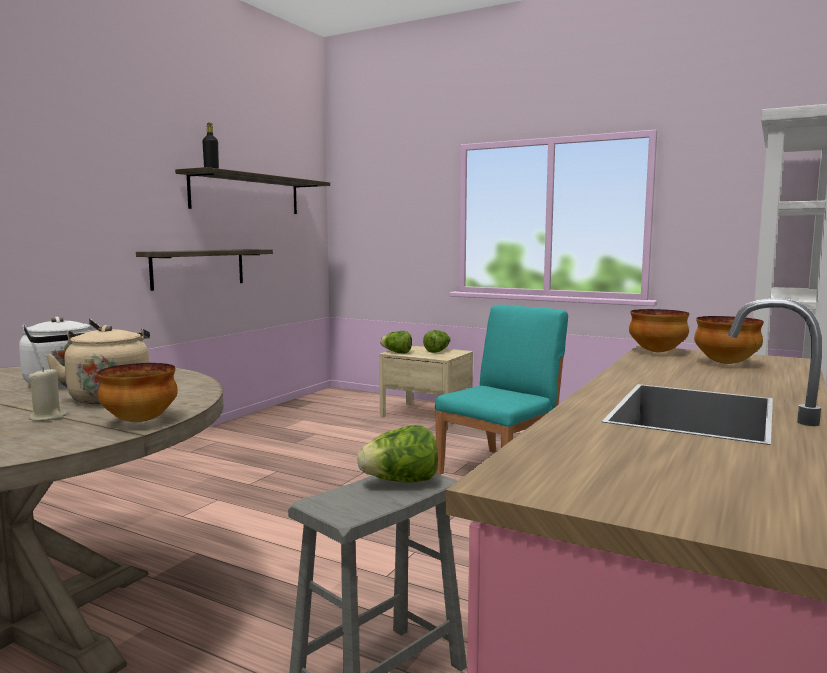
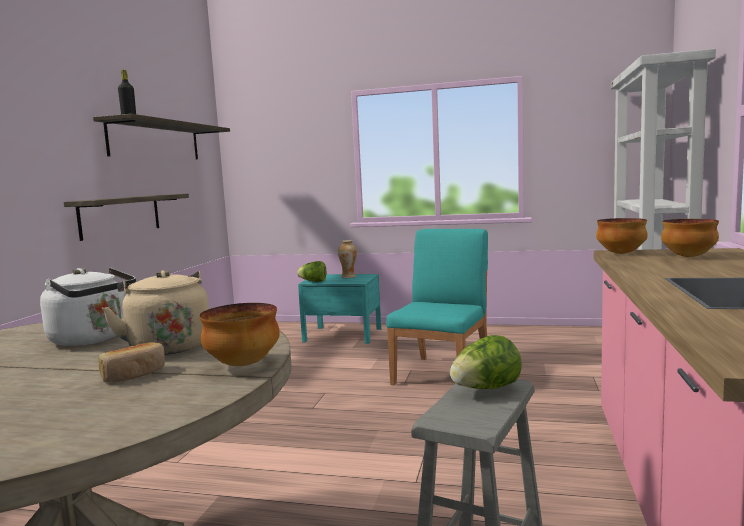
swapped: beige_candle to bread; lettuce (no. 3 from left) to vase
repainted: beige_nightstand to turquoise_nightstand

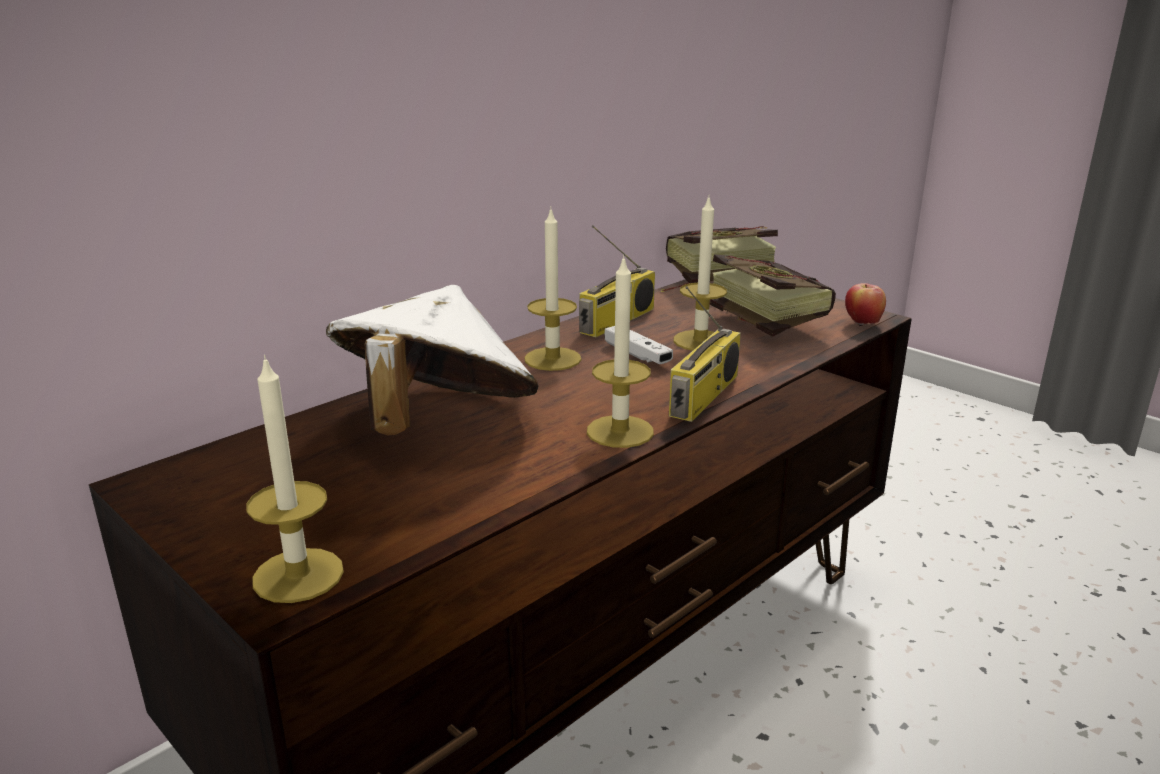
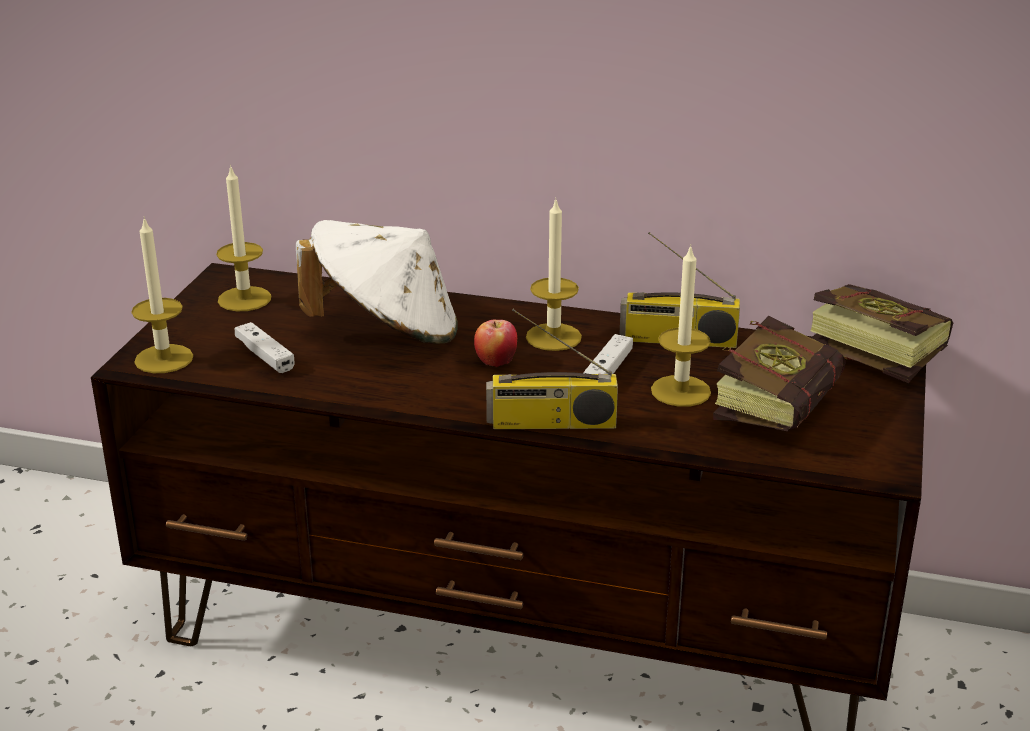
new: white_game_controller (no. 1 from left)
shifted: candle (no. 3 from left in the first image) to candle (no. 2 from left); apple

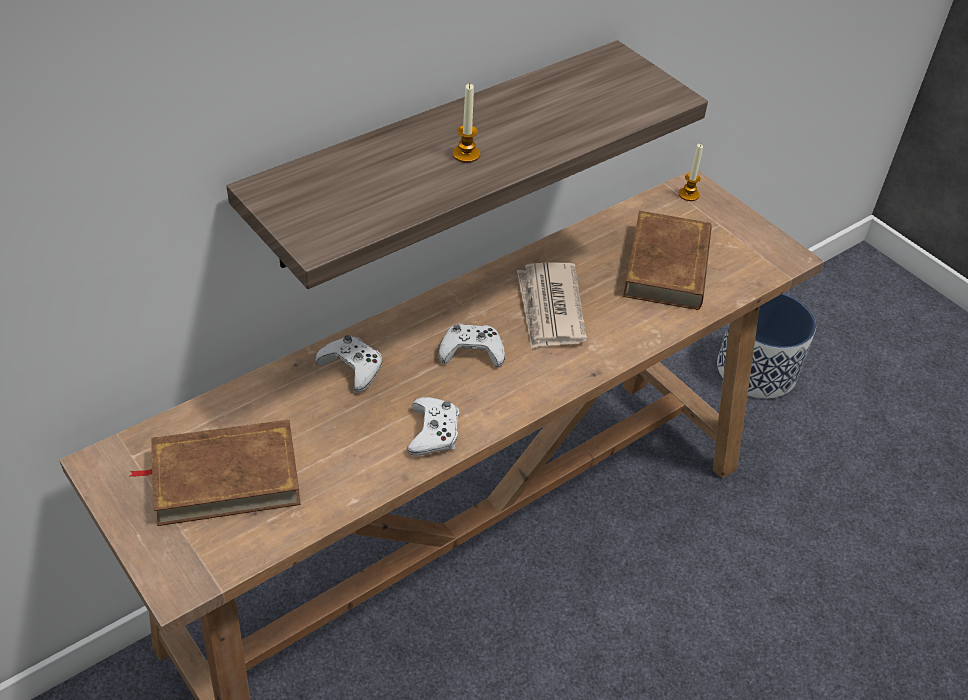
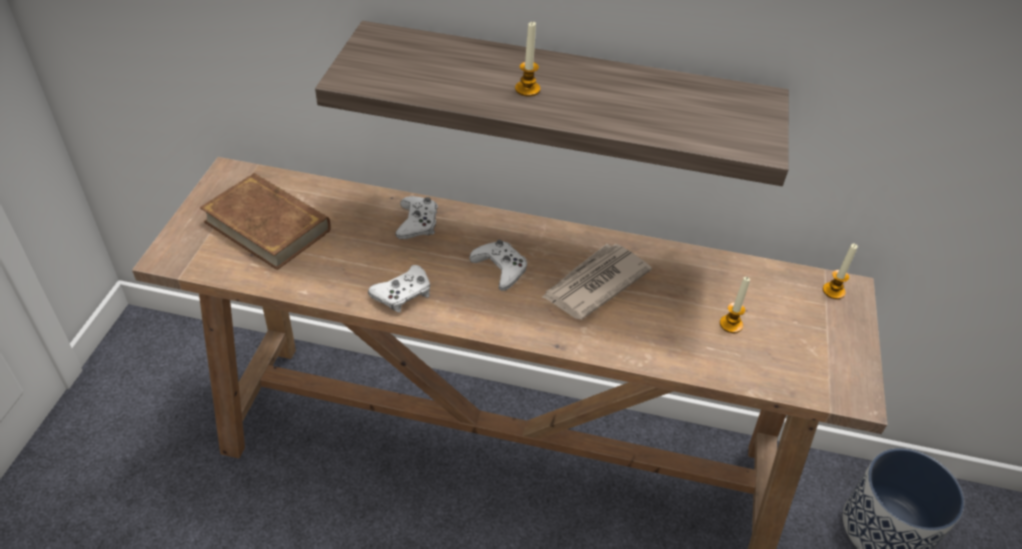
swapped: brown_book (no. 2 from left) to candle (no. 2 from left)

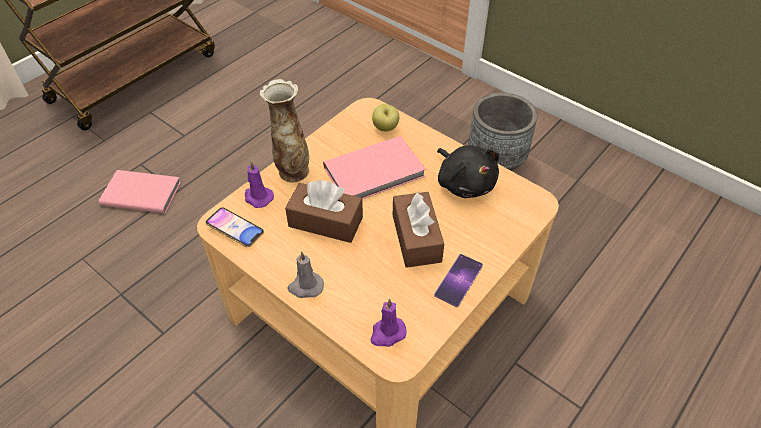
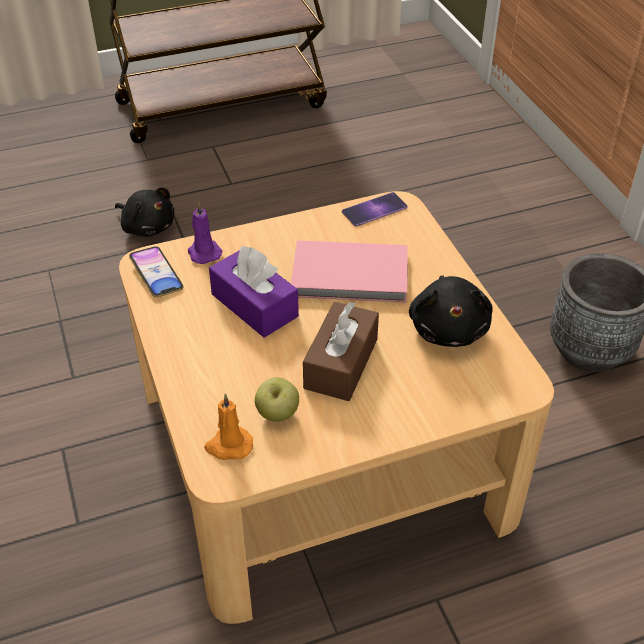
gone: vase; grey_candle
shifted: apple; phone (no. 2 from left)
swapped: pink_book (no. 1 from left) to black_plush_toy (no. 1 from left)
repainted: purple_candle (no. 2 from left) to orange_candle; brown_tissue_box (no. 1 from left) to purple_tissue_box

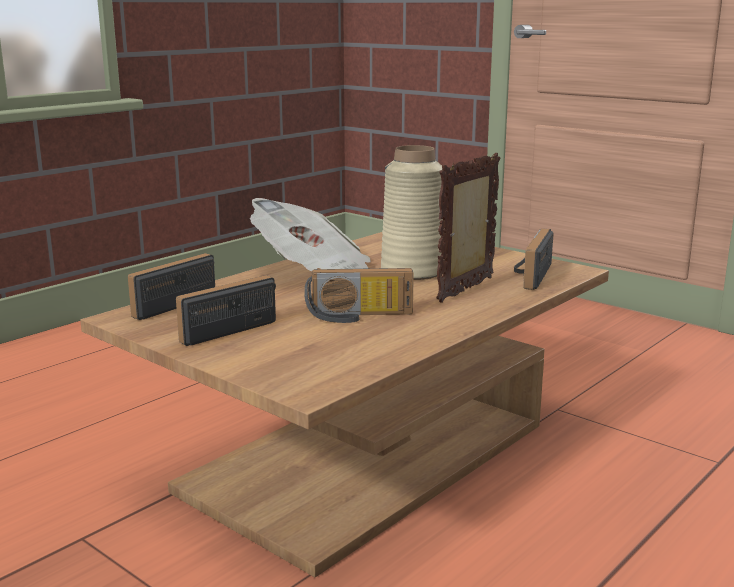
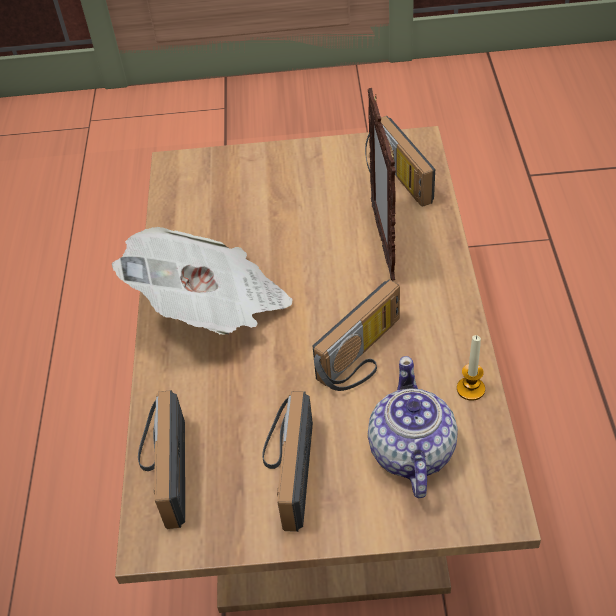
gone: beige_vase
new: teapot; candle

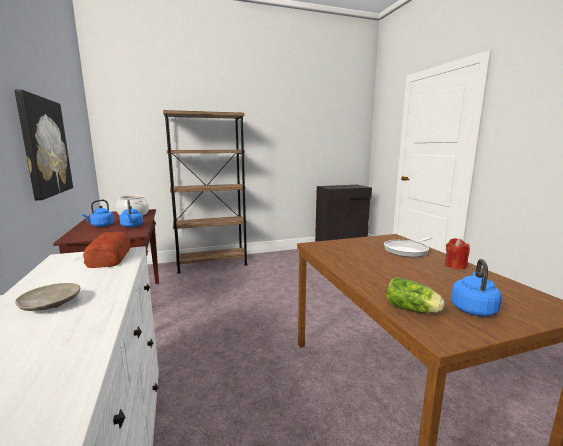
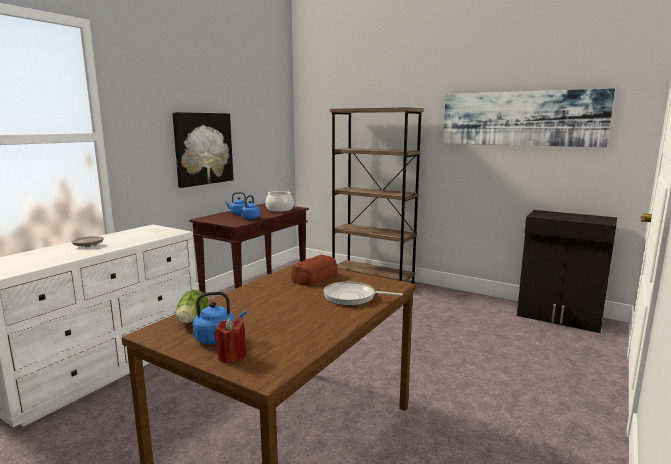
new: picture (no. 2 from left)
shifted: red_candle; bread

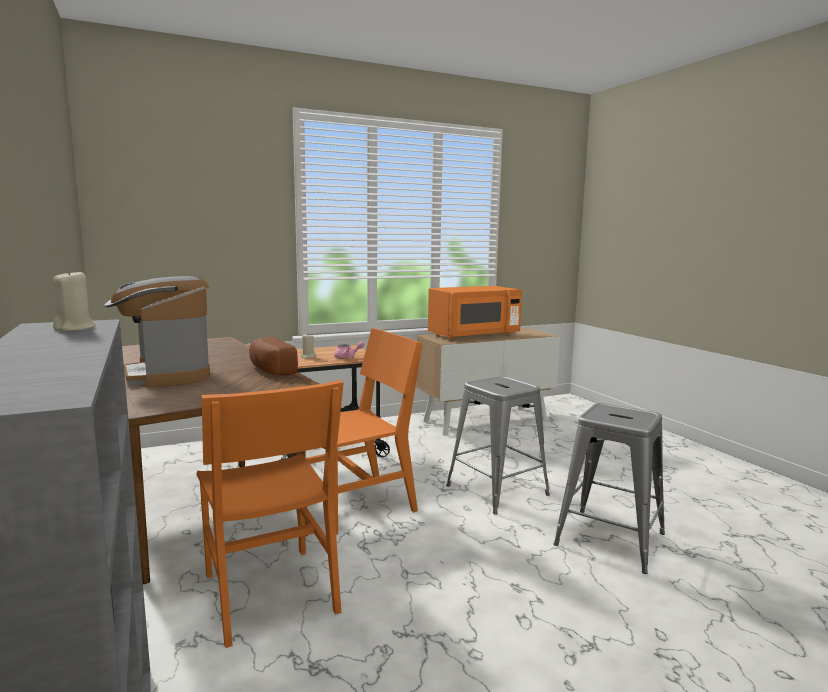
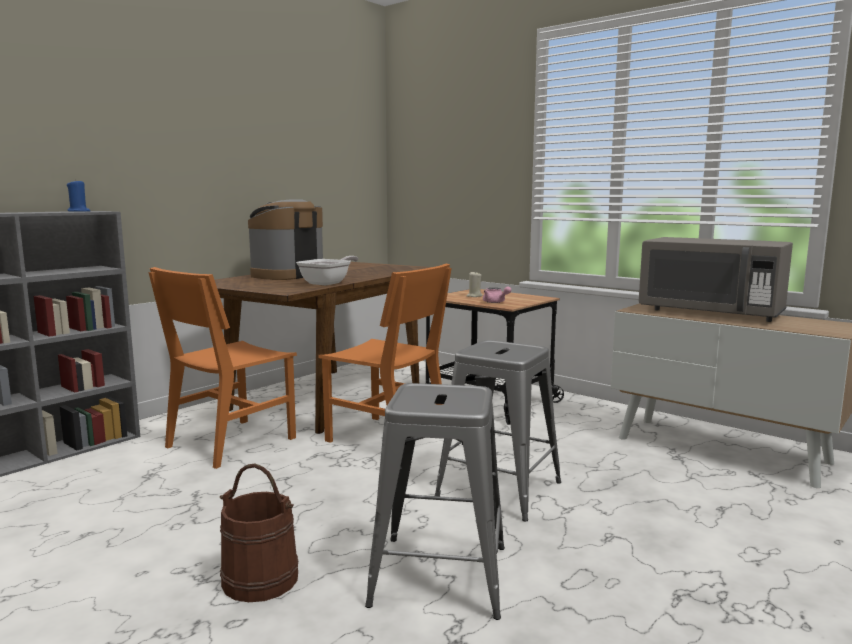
new: brown_bucket
swapped: bread to frying_pan
repainted: beige_candle (no. 1 from left) to blue_candle; orange_microwave to grey_microwave

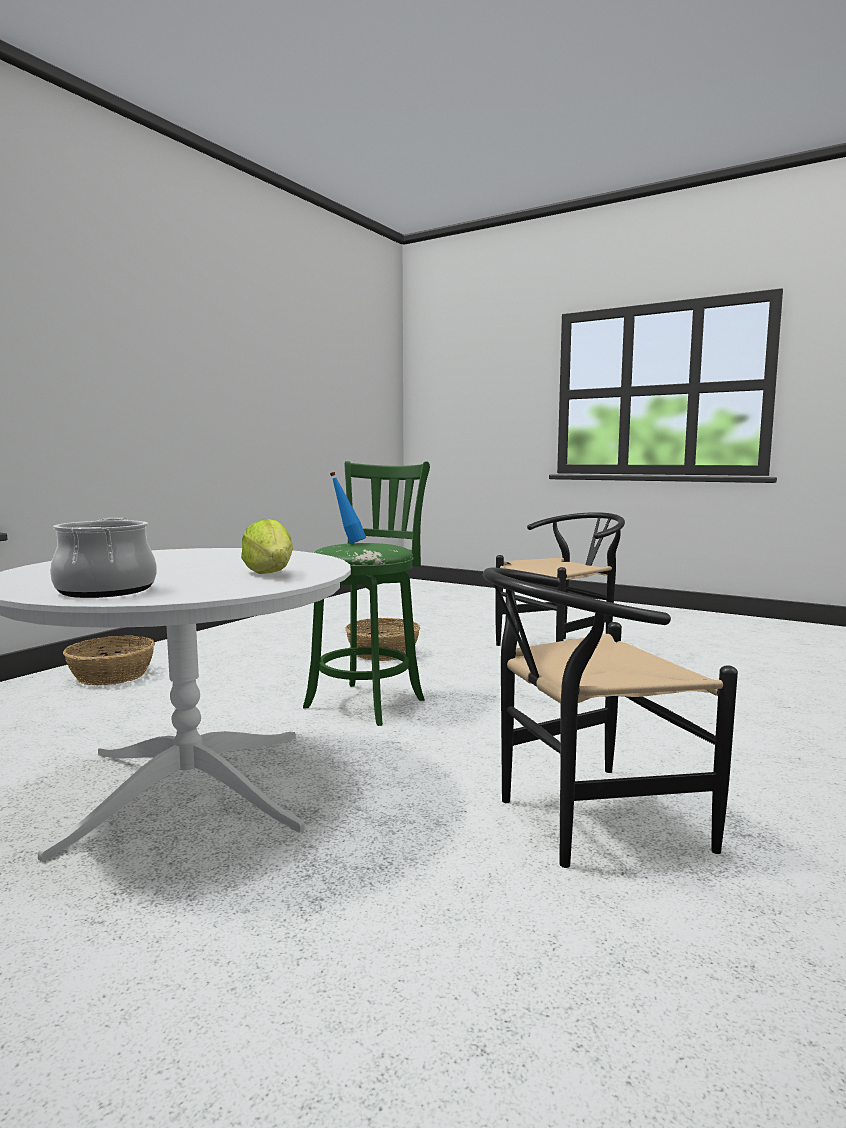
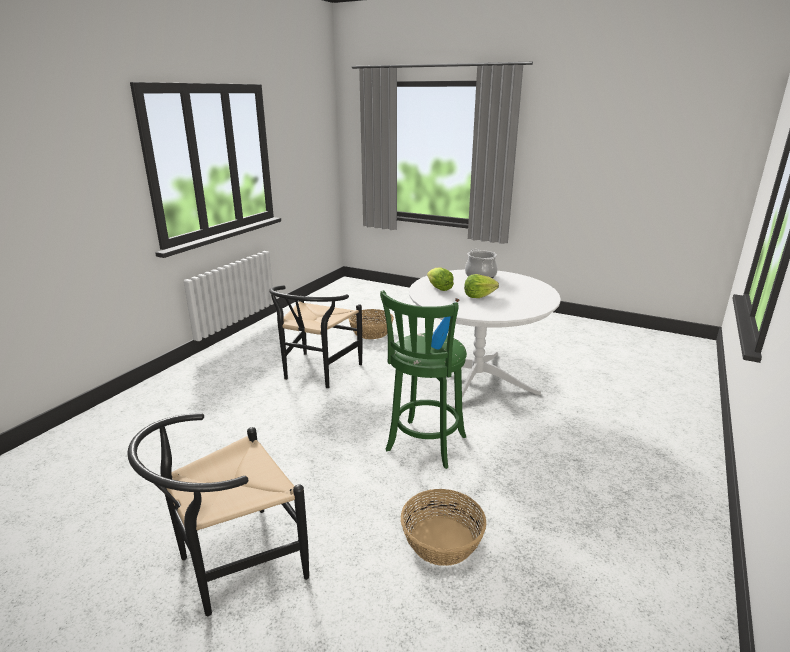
new: lettuce (no. 2 from left)
shifted: basket (no. 1 from left)
rotated: black_chair (no. 2 from left) 135 degrees clockwise

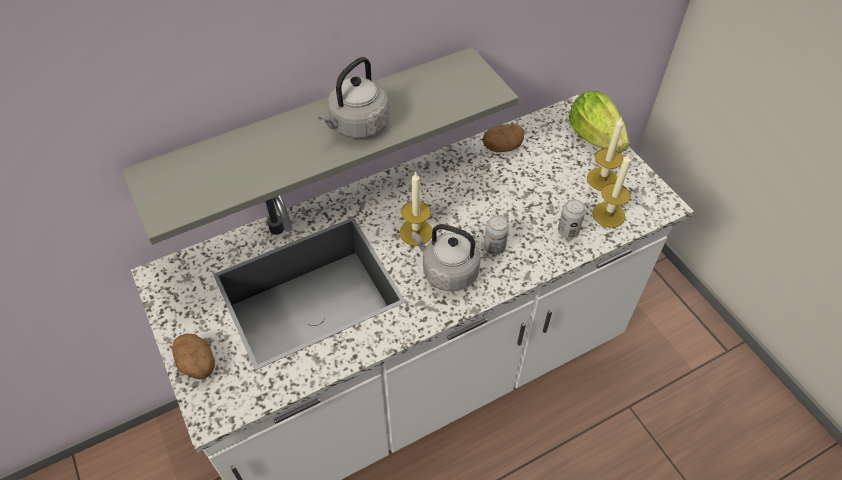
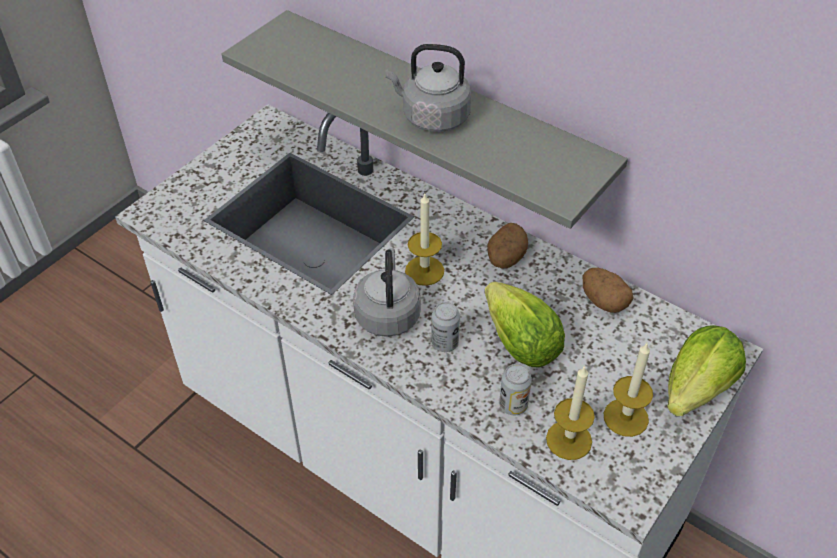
new: lettuce (no. 1 from left)
shifted: potato (no. 1 from left)

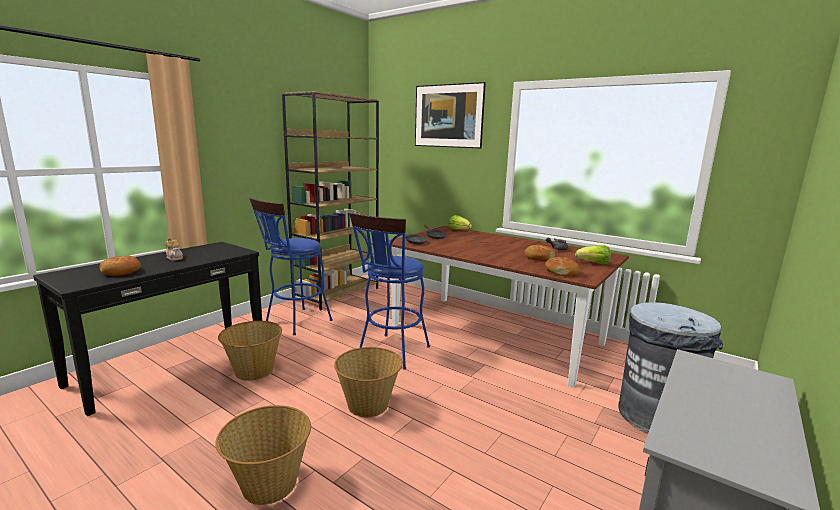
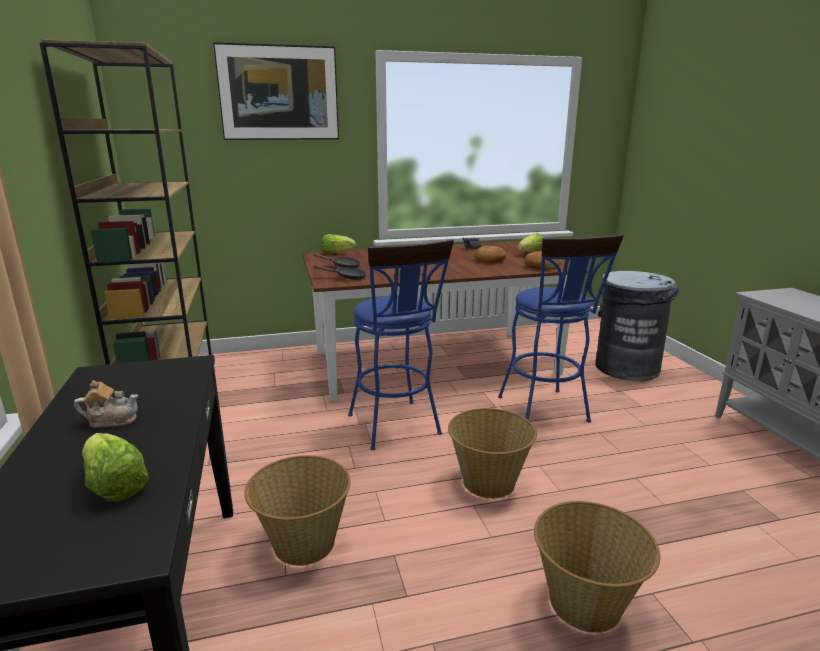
shifted: blue_stool (no. 1 from left in the first image) to blue_stool (no. 2 from left)
swapped: bread (no. 1 from left) to lettuce (no. 1 from left)

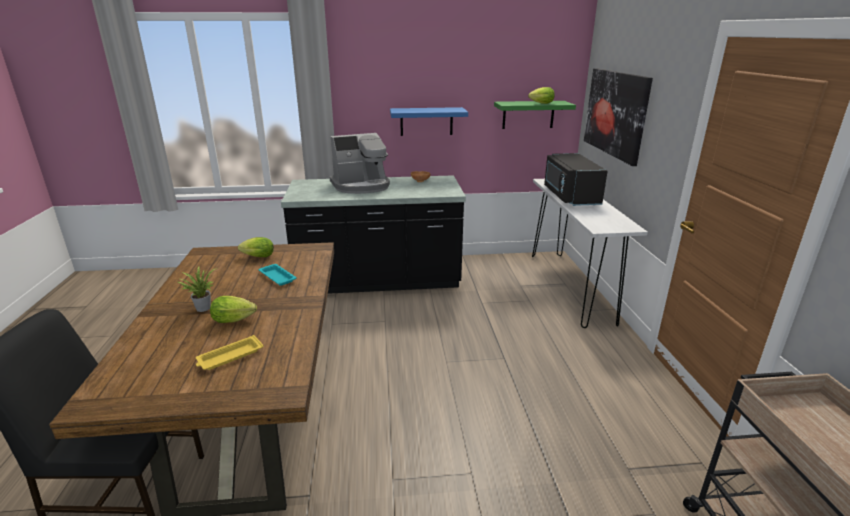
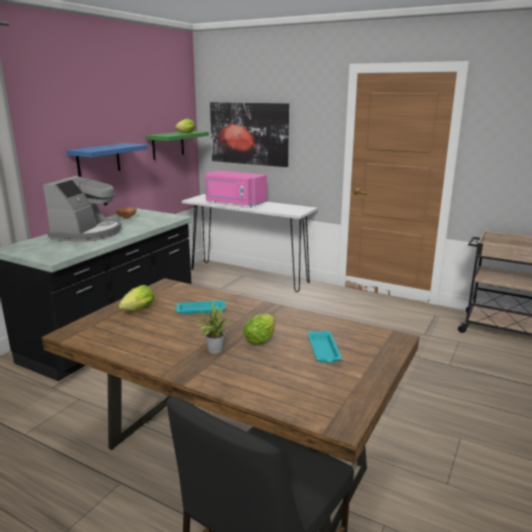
repainted: black_microwave to pink_microwave; yellow_tray to turquoise_tray (no. 2 from left)

